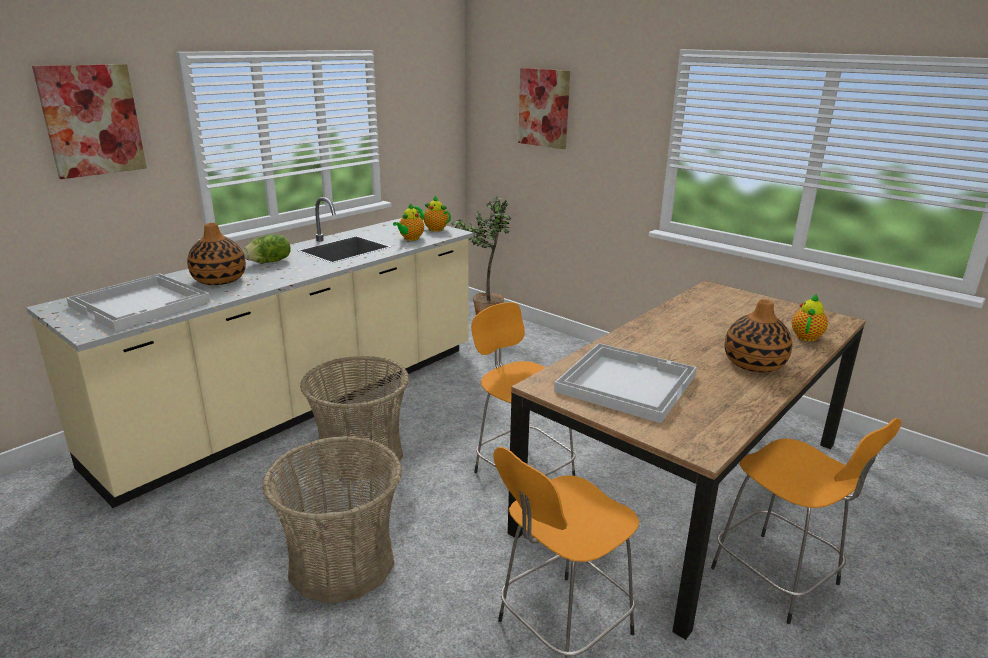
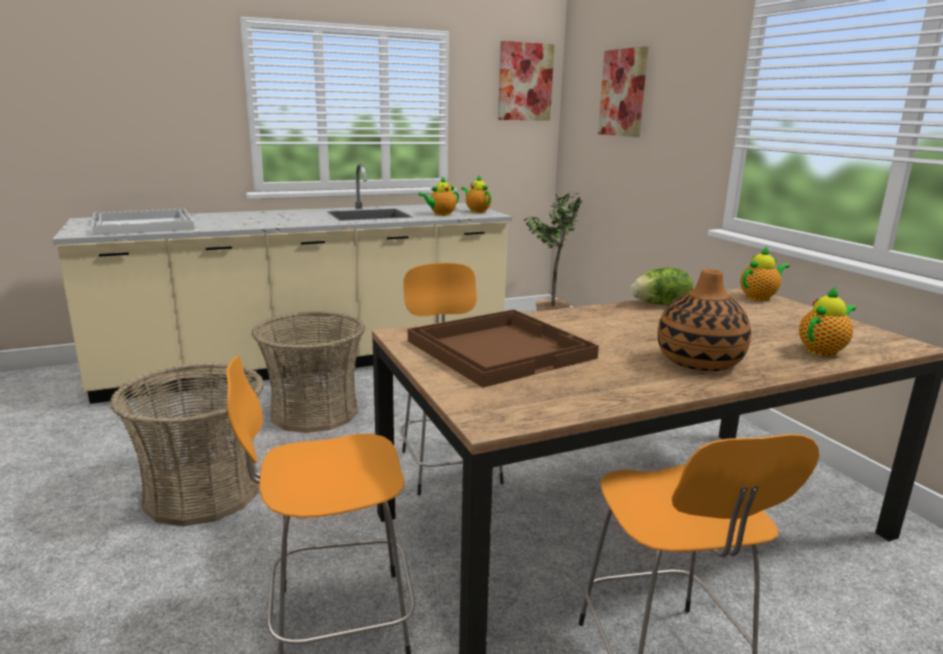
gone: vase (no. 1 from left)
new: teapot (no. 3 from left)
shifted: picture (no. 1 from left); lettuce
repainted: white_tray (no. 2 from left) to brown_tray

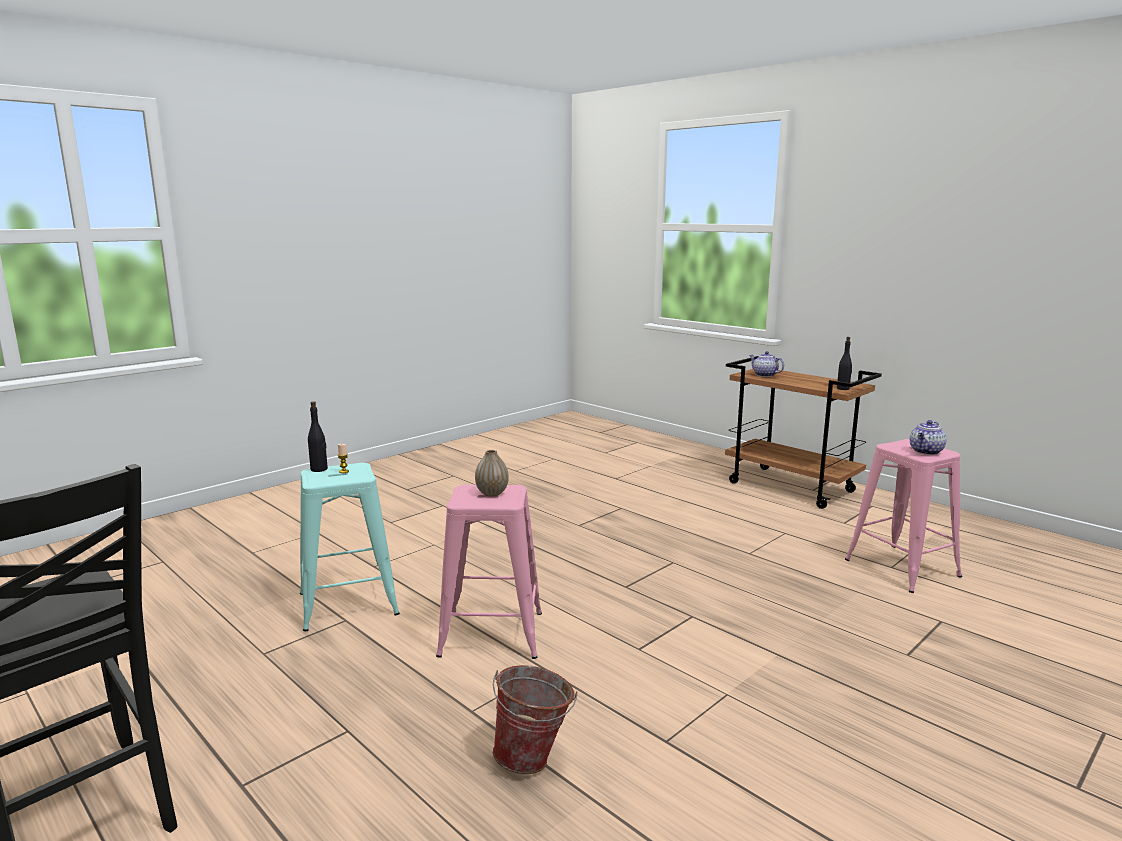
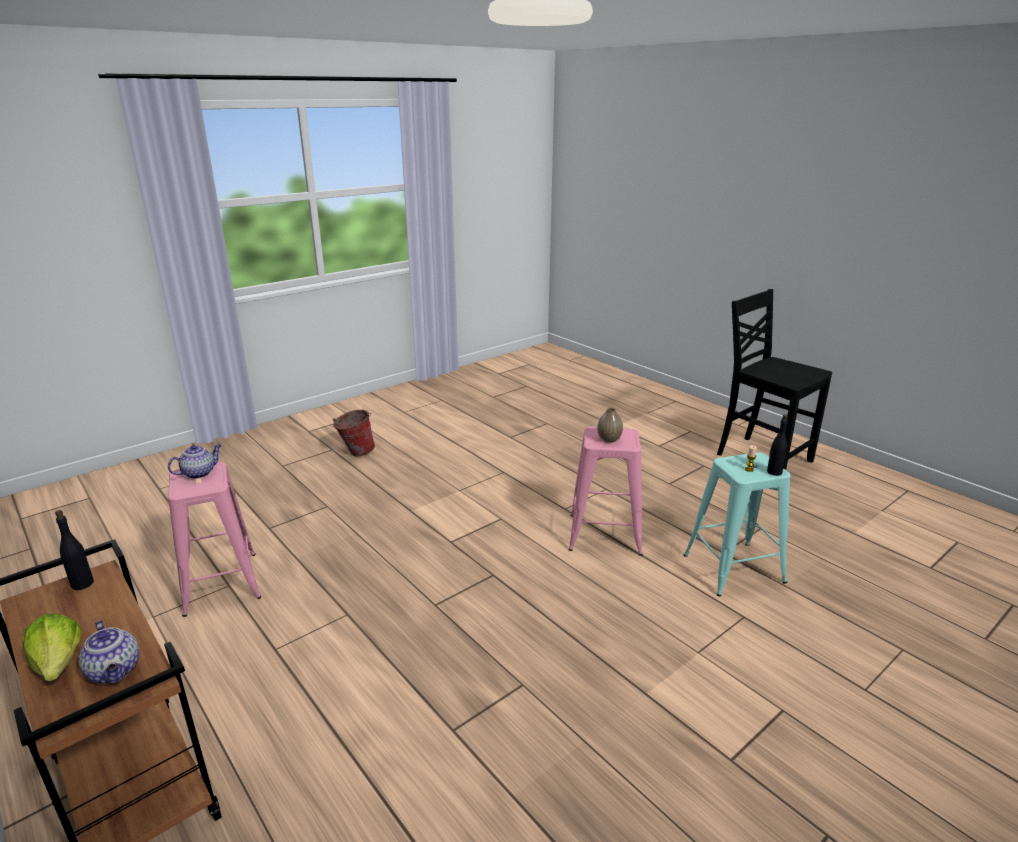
new: lettuce
shifted: bucket

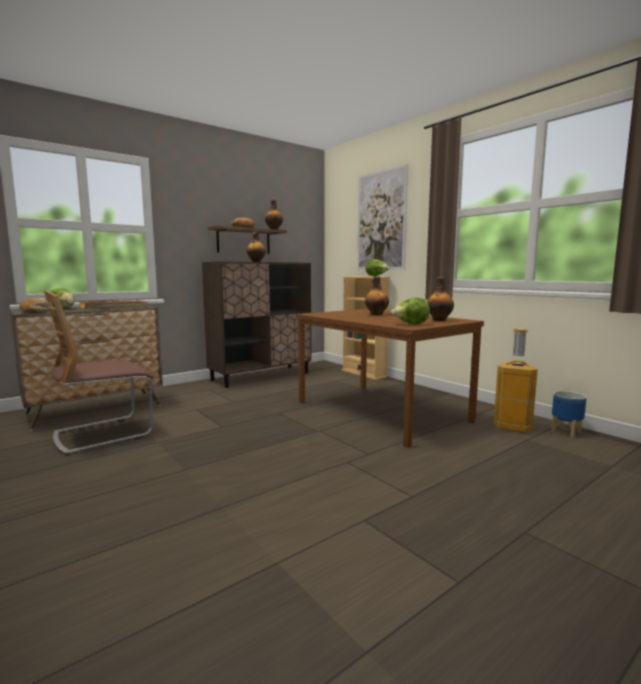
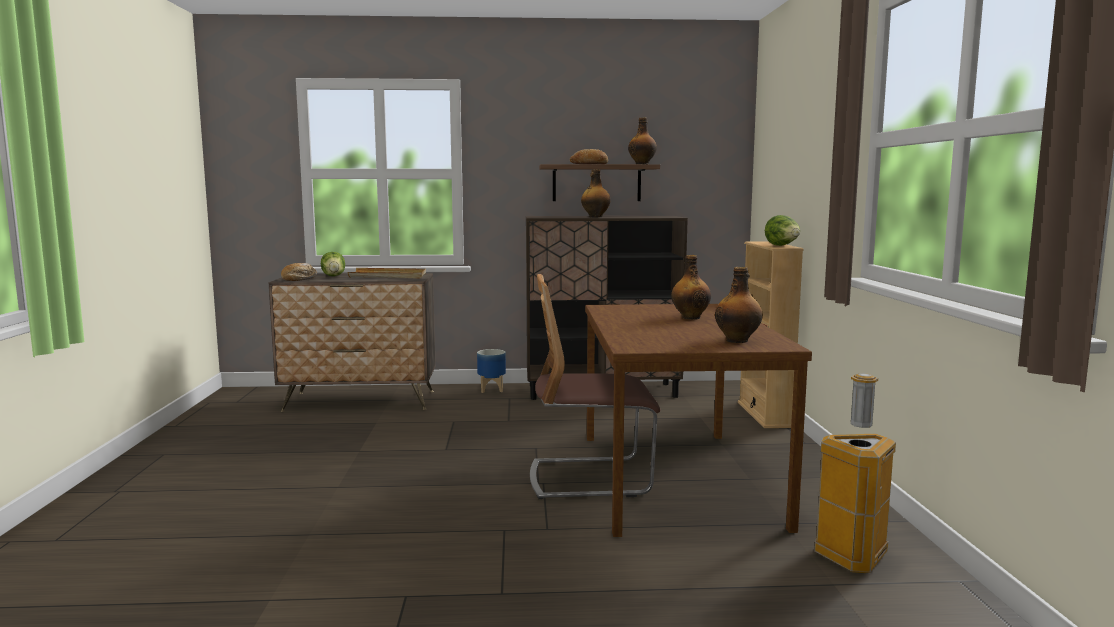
gone: picture; lettuce (no. 3 from left)
shifted: planter; chair

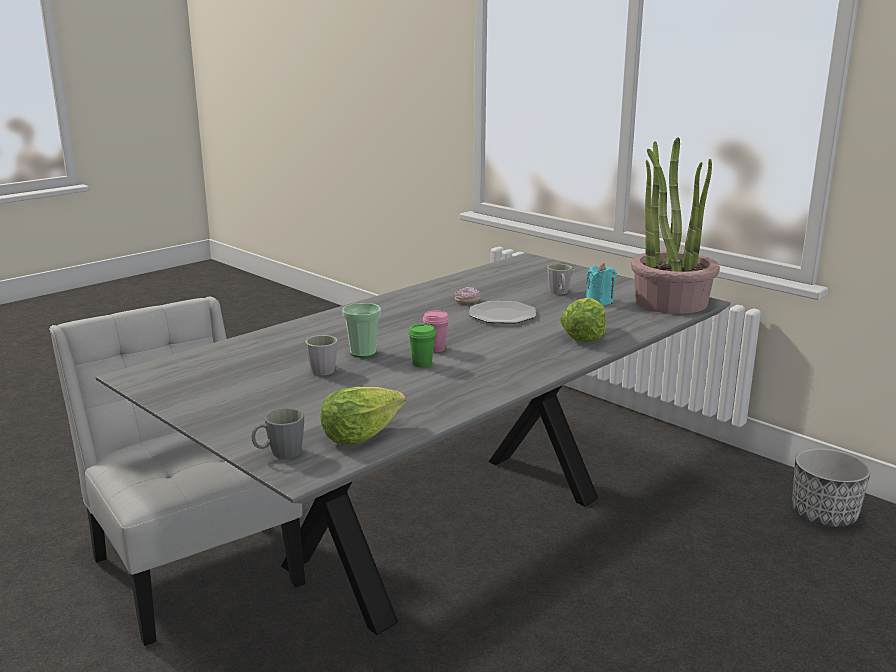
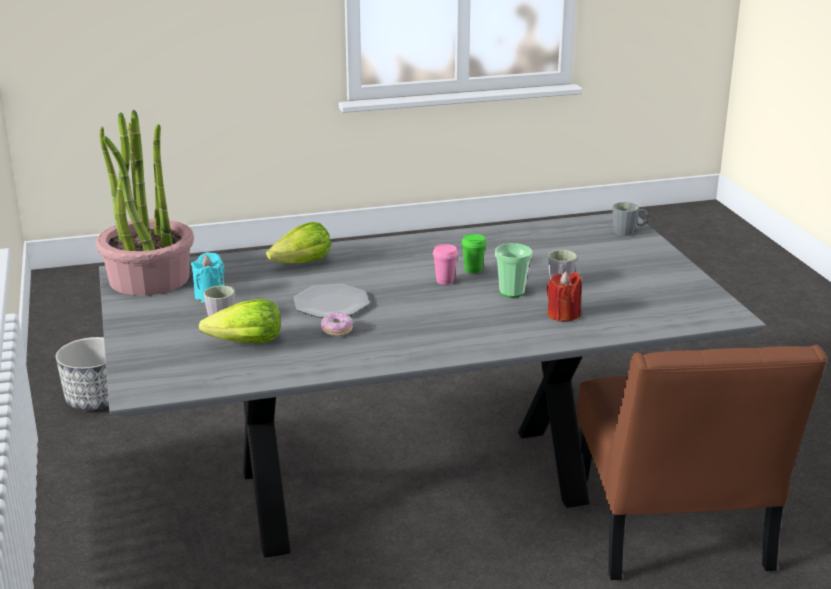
new: red_candle
shifted: lettuce (no. 1 from left)
repainted: white_chair to brown_chair

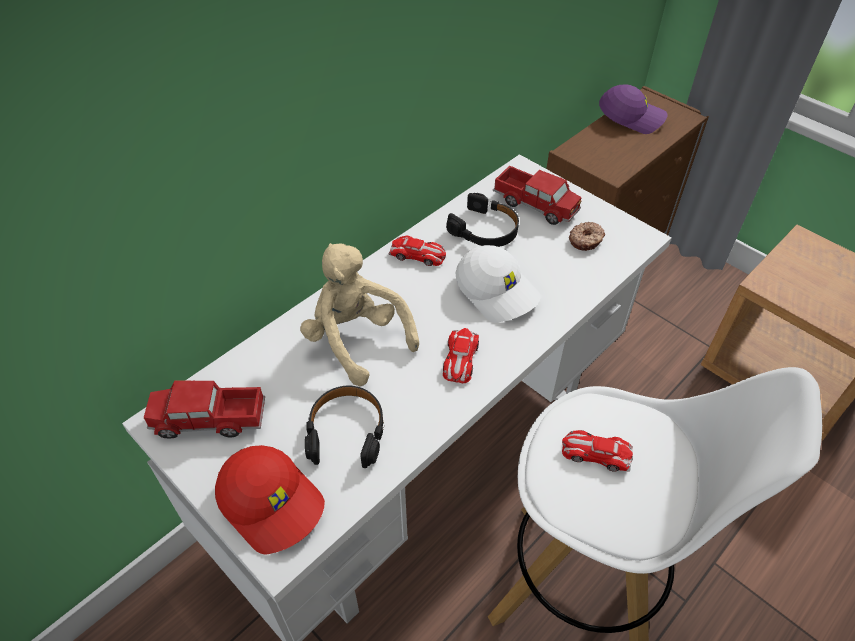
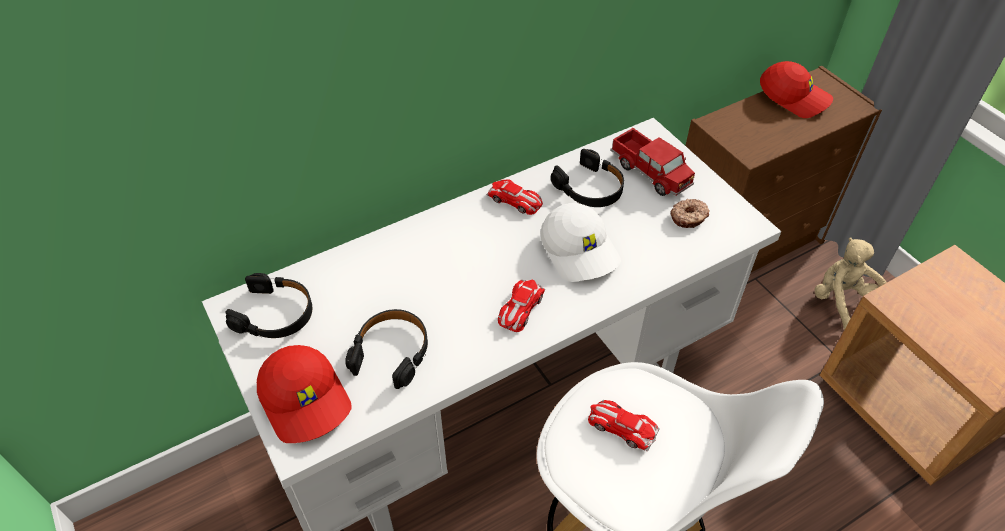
shifted: beige_plush_toy
swapped: toy_truck (no. 1 from left) to black_headphones (no. 1 from left)
repainted: purple_cap to red_cap (no. 2 from left)

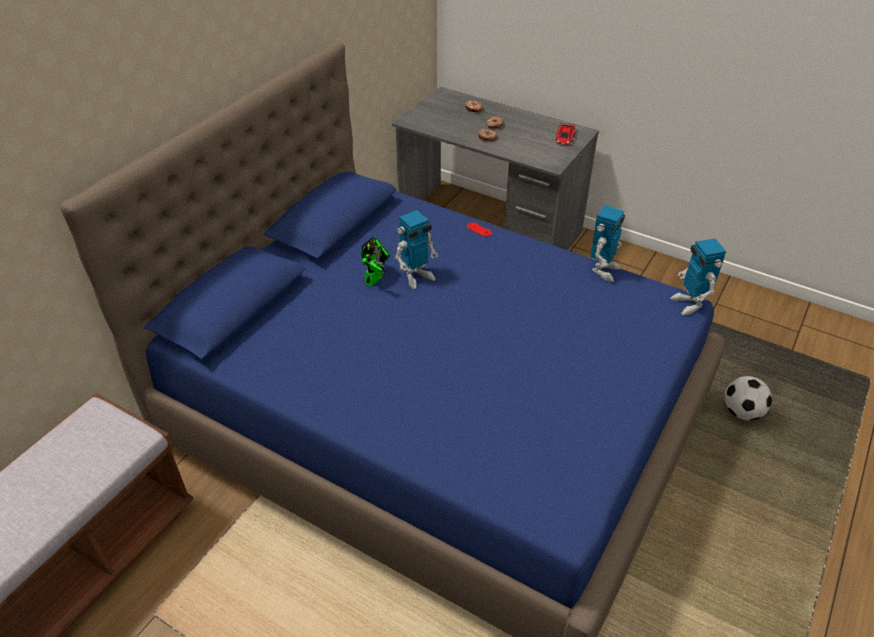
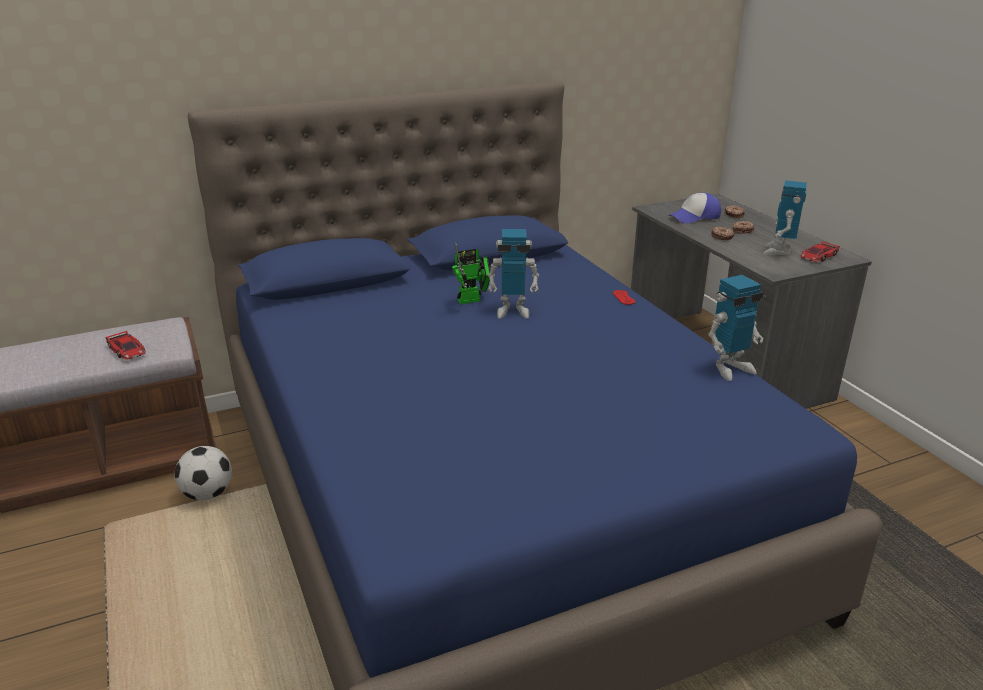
new: toy_car (no. 1 from left); cap
shifted: football; toy_robot (no. 4 from left)

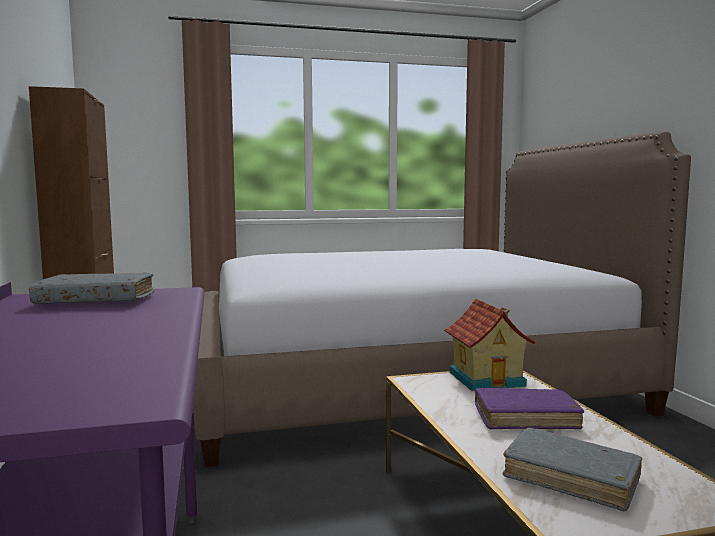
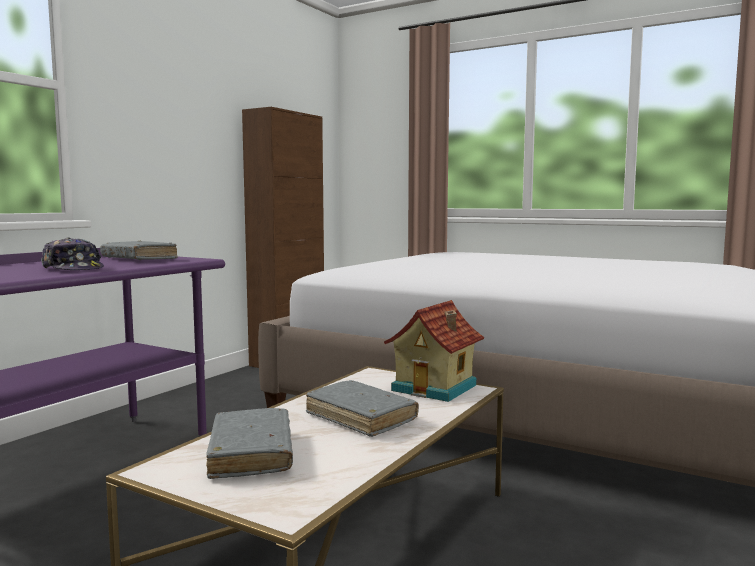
new: cap
repainted: purple_book to grey_book (no. 3 from left)

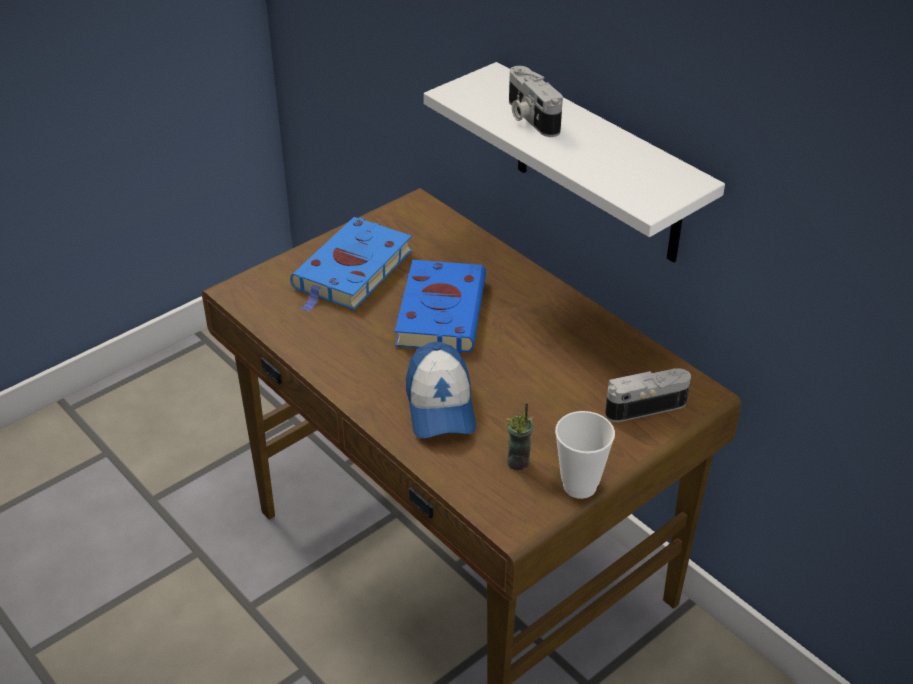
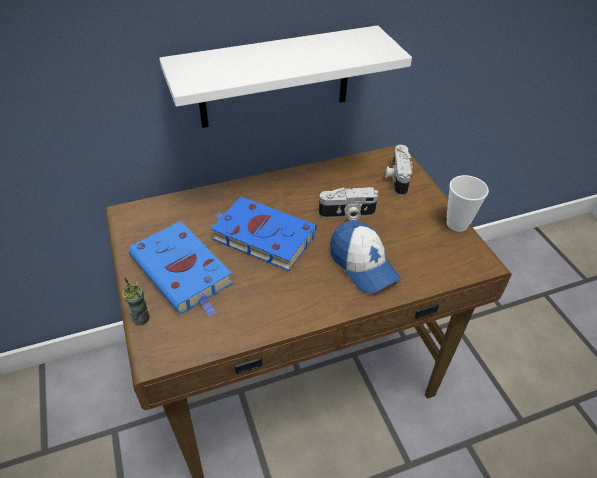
shifted: cup (no. 1 from left); photo_camera (no. 1 from left)
rotated: cap 45 degrees clockwise

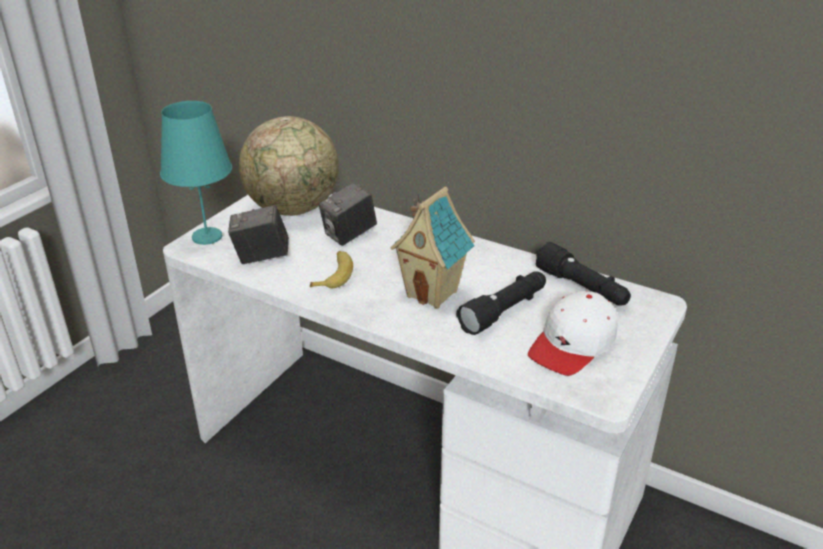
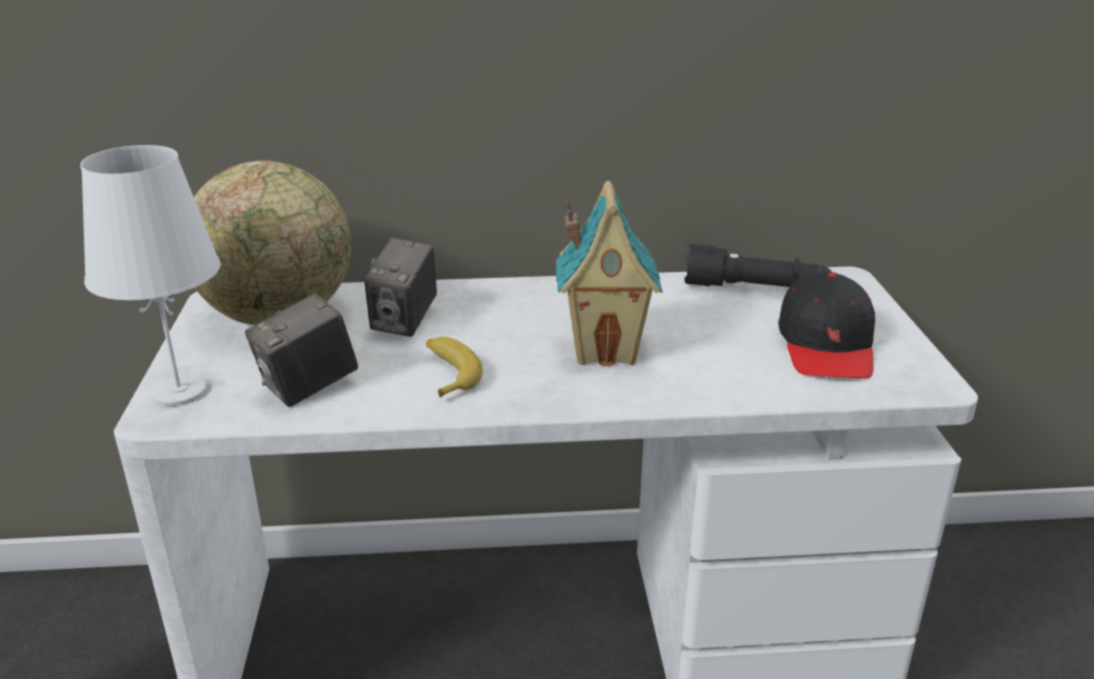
gone: black_flashlight (no. 1 from left)
repainted: turquoise_table_lamp to white_table_lamp; white_cap to black_cap

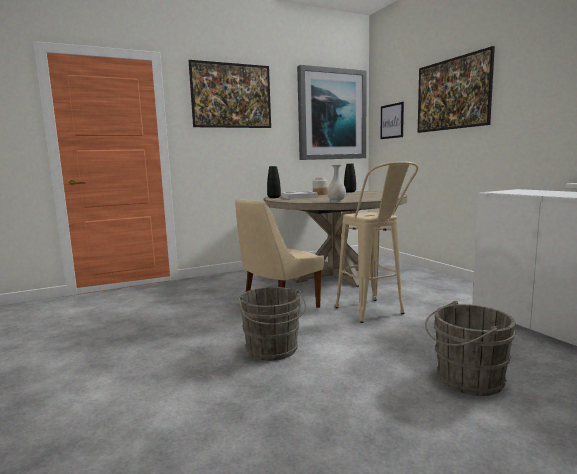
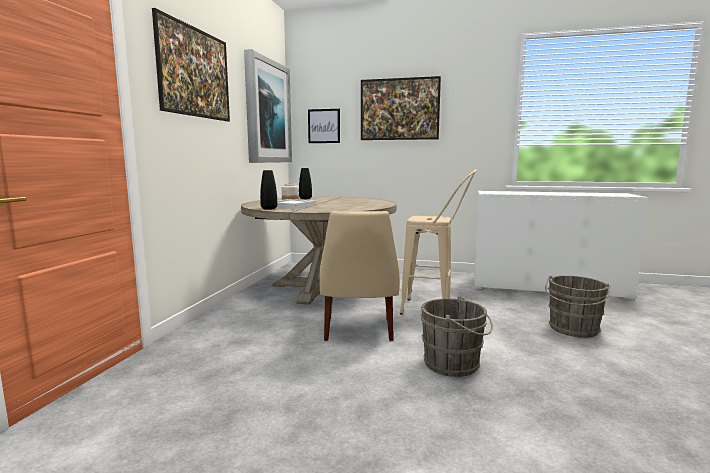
gone: white_vase

